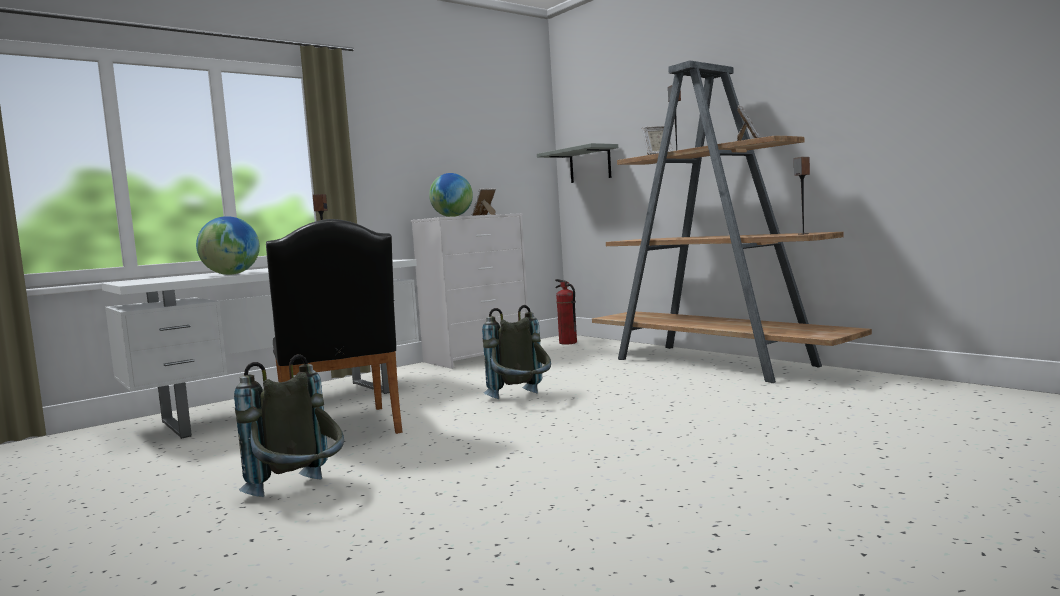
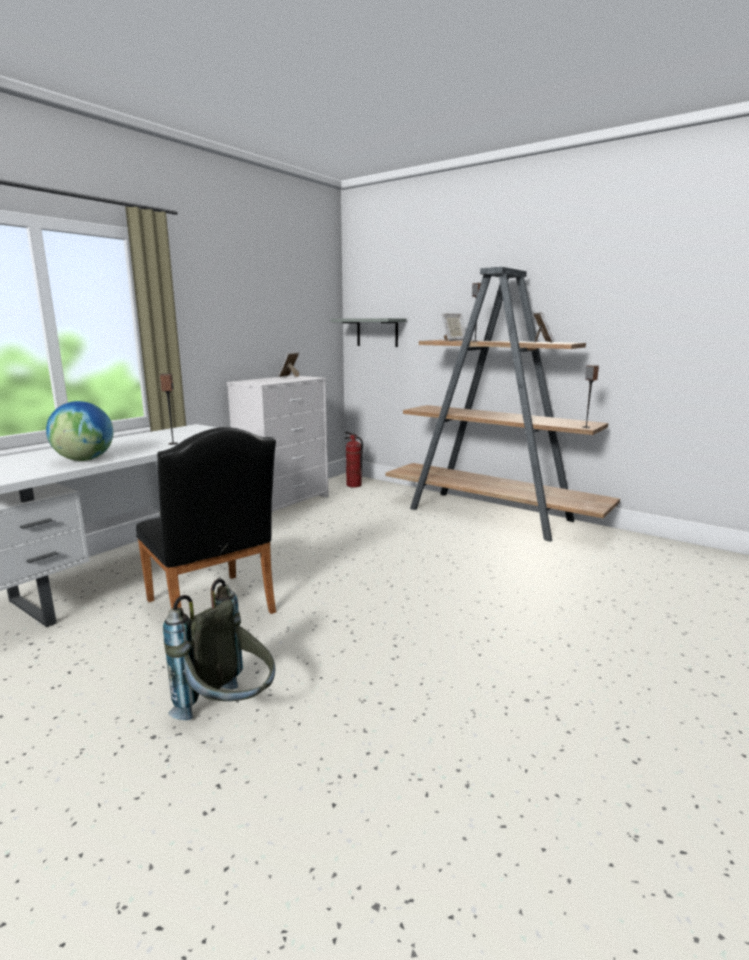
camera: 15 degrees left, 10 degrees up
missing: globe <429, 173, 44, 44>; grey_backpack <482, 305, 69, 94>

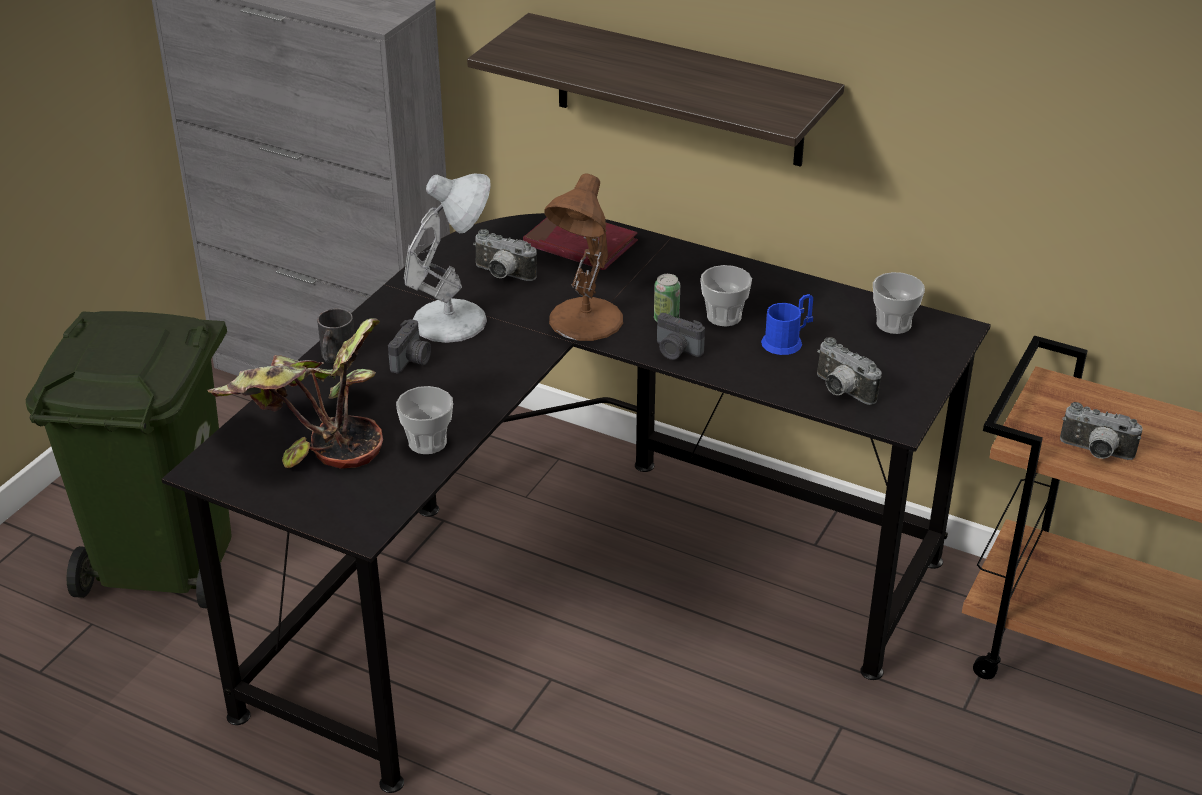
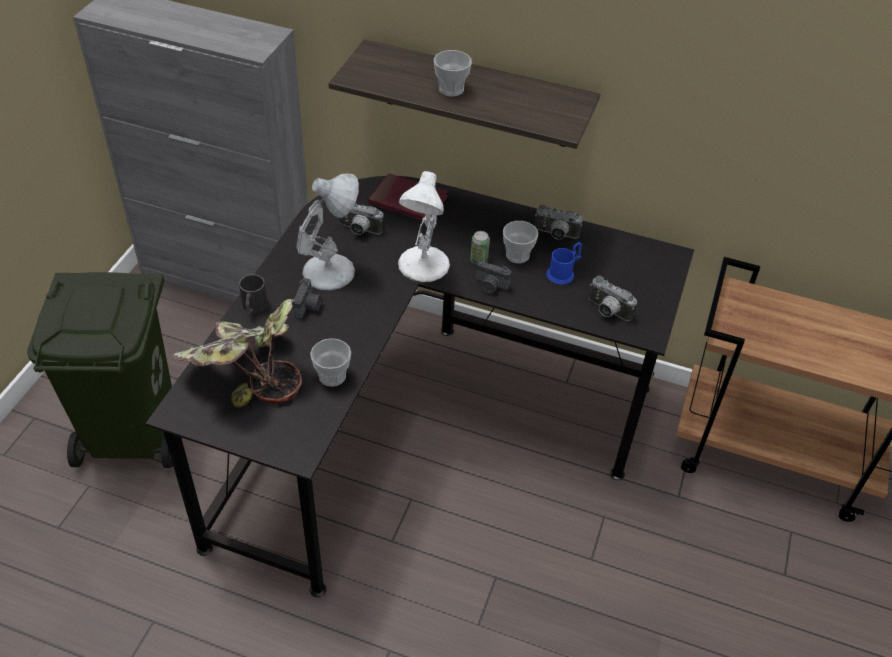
camera: 10 degrees left, 10 degrees up
relocated: cup <873, 272, 52, 62> to <434, 50, 38, 47>; photo_camera <1060, 402, 83, 58> to <534, 204, 49, 36>
colour: brown_table_lamp <544, 173, 79, 168> to white_table_lamp <398, 171, 52, 111>

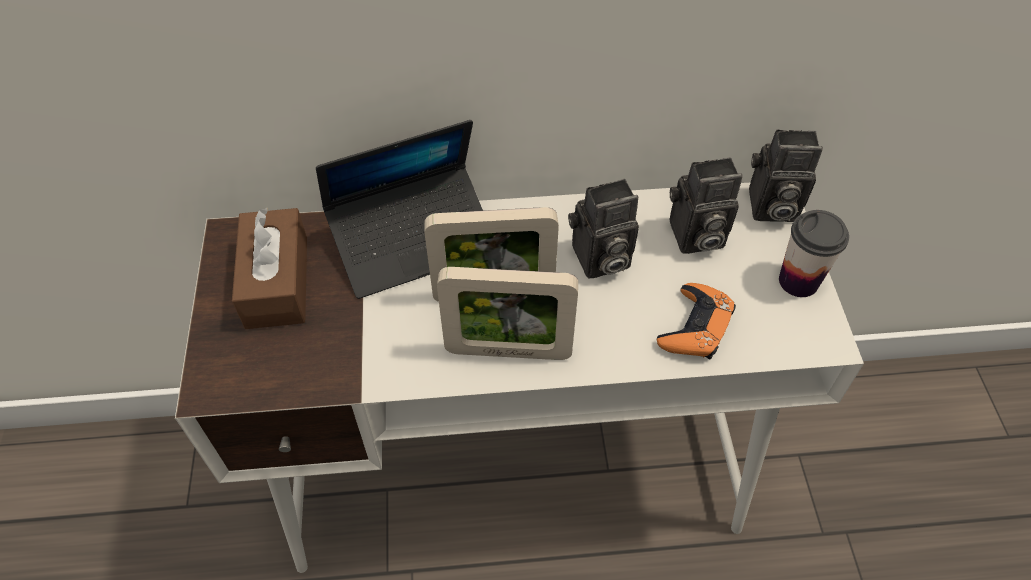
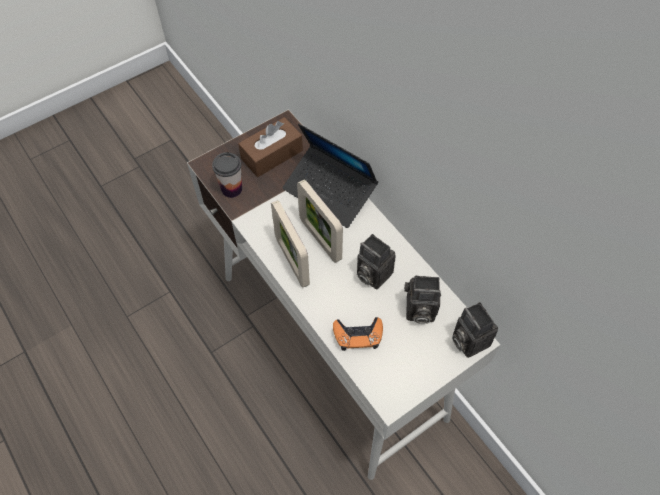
camera: 60 degrees right, 5 degrees up
relocated: cup <779, 210, 70, 87> to <212, 152, 30, 46>
spun: photo_camera <670, 157, 73, 97> = <404, 275, 37, 49> 45 degrees counterclockwise

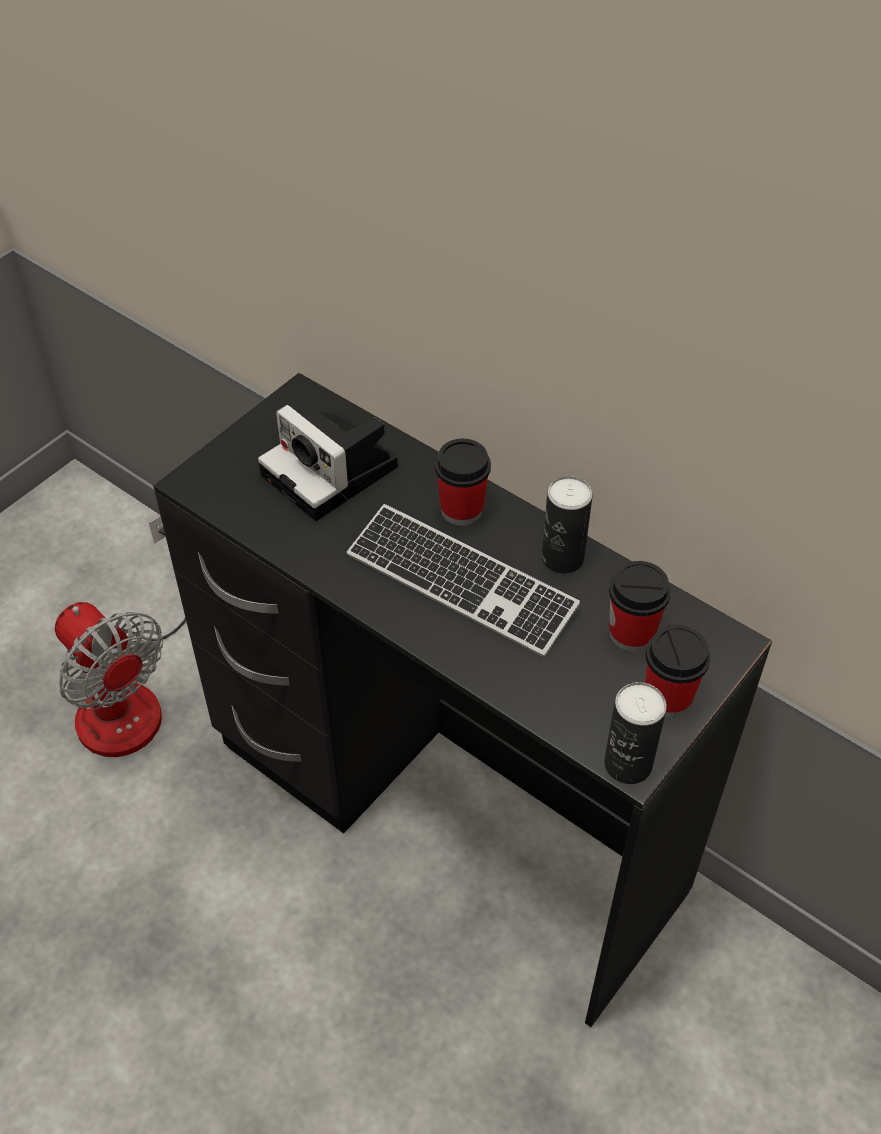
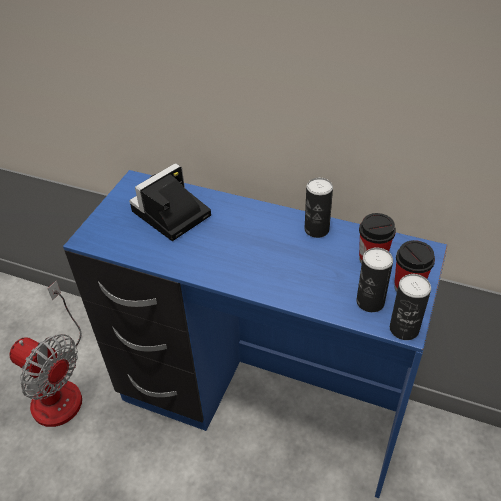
camera: 15 degrees left, 5 degrees down
missing: cup <435, 439, 56, 87>; keyboard <347, 504, 233, 153>
appeared: can <356, 247, 37, 65>
colour: black_desk <154, 373, 618, 654> to blue_desk <63, 170, 385, 328>
spun: photo_camera <258, 405, 140, 116> = <129, 163, 82, 78> 105 degrees clockwise

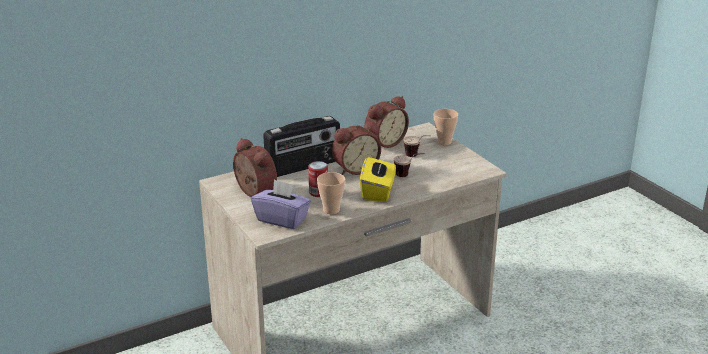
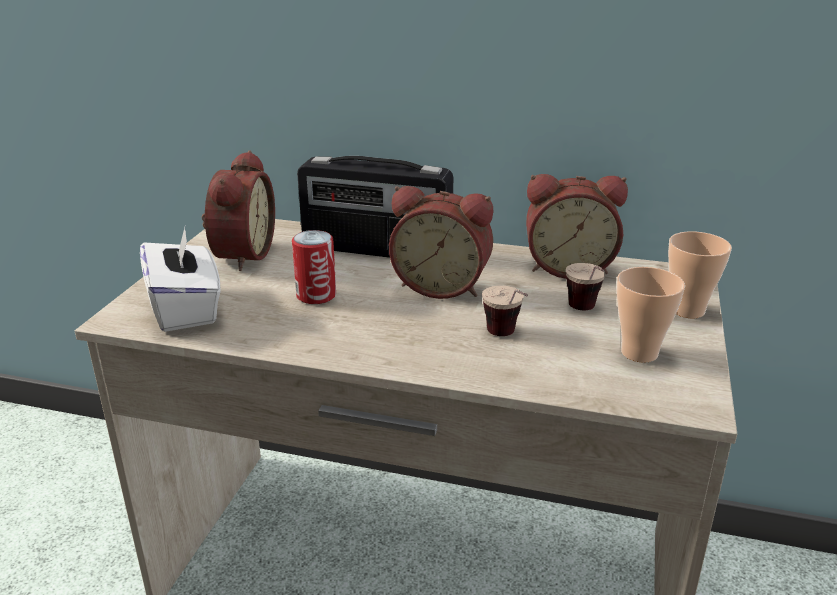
camera: 45 degrees right, 0 degrees up
missing: yellow_tissue_box <360, 154, 36, 48>
relocated: cup <317, 172, 28, 42> to <616, 267, 69, 96>
colour: purple_tissue_box <251, 179, 60, 50> to white_tissue_box <140, 224, 81, 108>

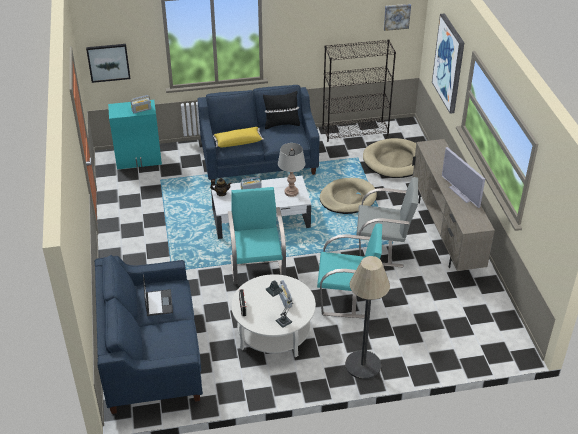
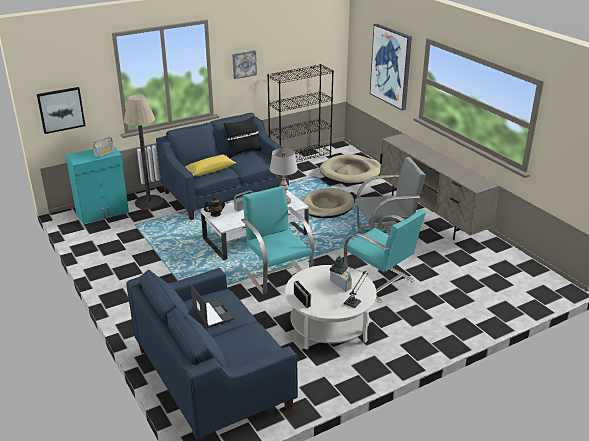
camera: 20 degrees left, 10 degrees down
missing: television <442, 147, 43, 61>
relocated: picture <384, 4, 27, 27> to <232, 50, 25, 29>; floor_lamp <345, 256, 45, 123> to <123, 95, 41, 115>
spun: turquoise_armchair <317, 223, 65, 95> = <344, 210, 82, 93> 60 degrees clockwise

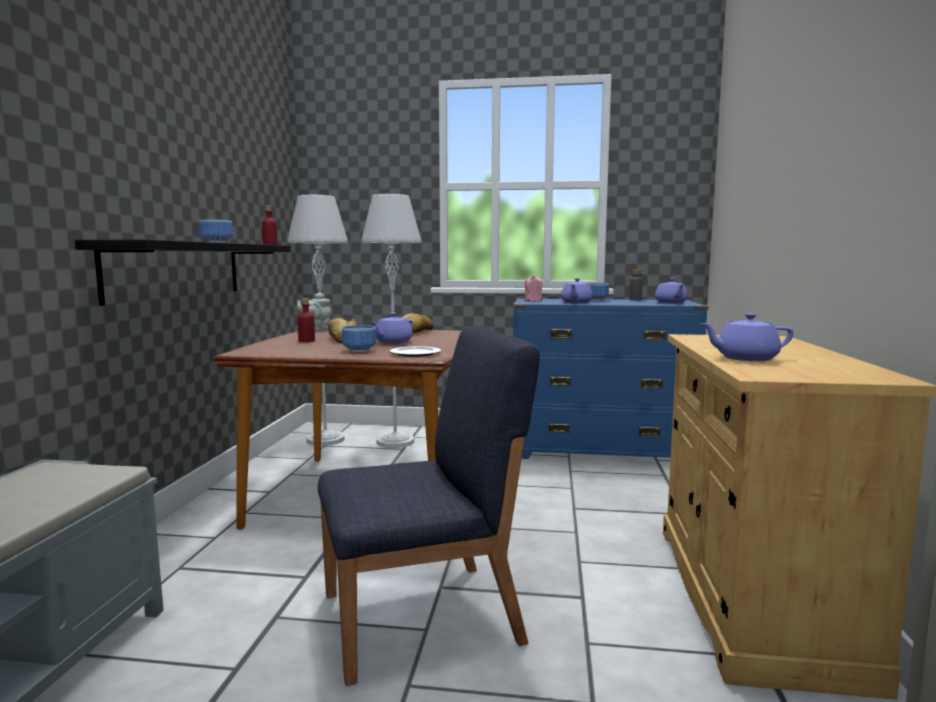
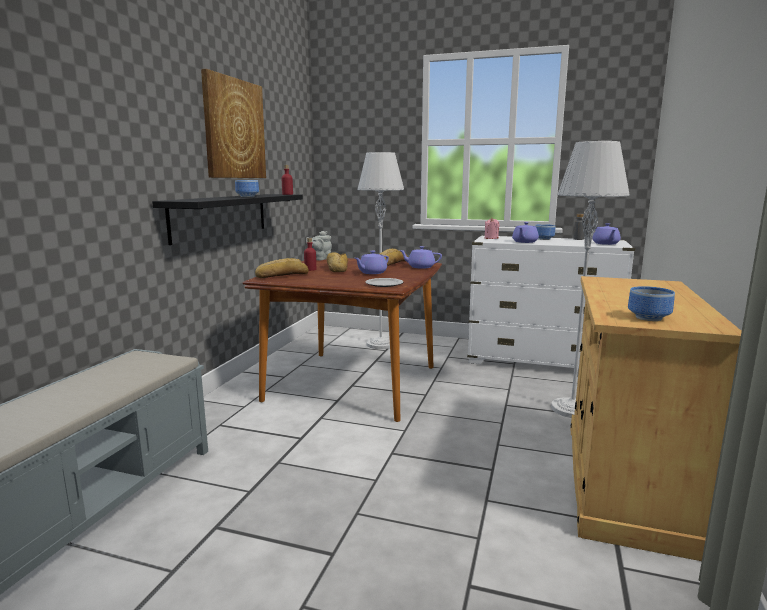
camera: 10 degrees right, 5 degrees up
missing: blue_chair <318, 327, 222, 359>
appeared: picture <201, 69, 65, 109>; bread <255, 258, 54, 20>
relocated: grey_floor_lamp <287, 195, 61, 251> to <551, 141, 79, 277>; purple_teapot <700, 313, 94, 48> to <399, 246, 43, 23>; bowl <342, 325, 35, 27> to <628, 286, 47, 35>
colour: blue_dresser <513, 298, 195, 161> to white_dresser <467, 235, 168, 134>

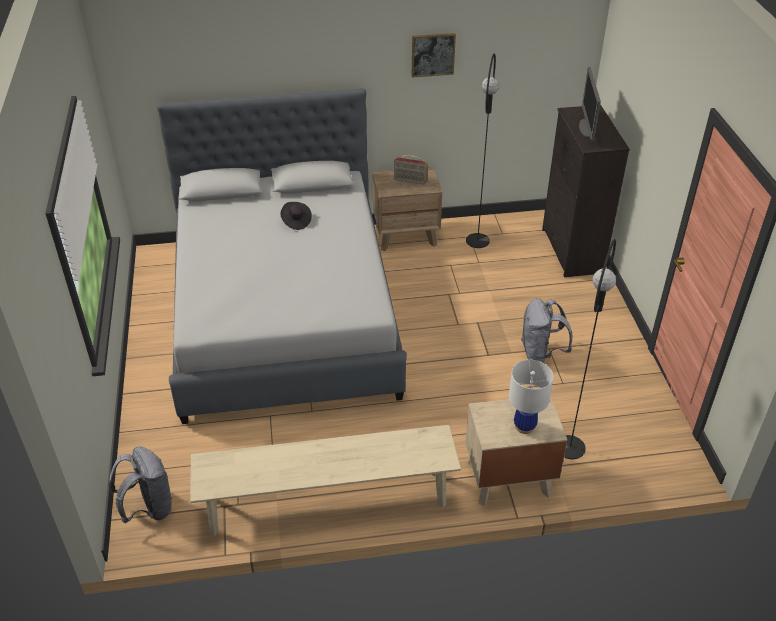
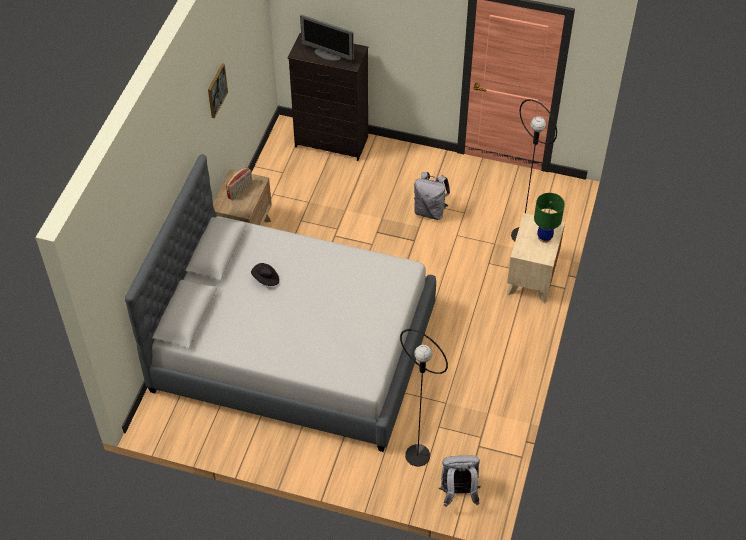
camera: 65 degrees left, 10 degrees up
missing: beige_bench <190, 425, 271, 111>
relocated: black_floor_lamp <466, 54, 33, 194> to <400, 329, 48, 138>
colour: white_table_lamp <509, 360, 45, 74> to green_table_lamp <534, 193, 31, 50>

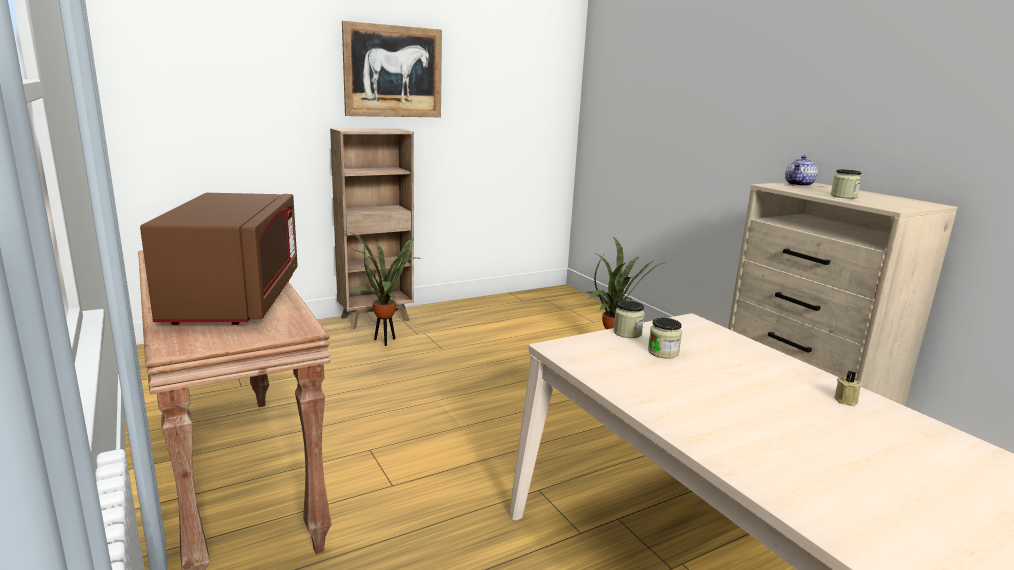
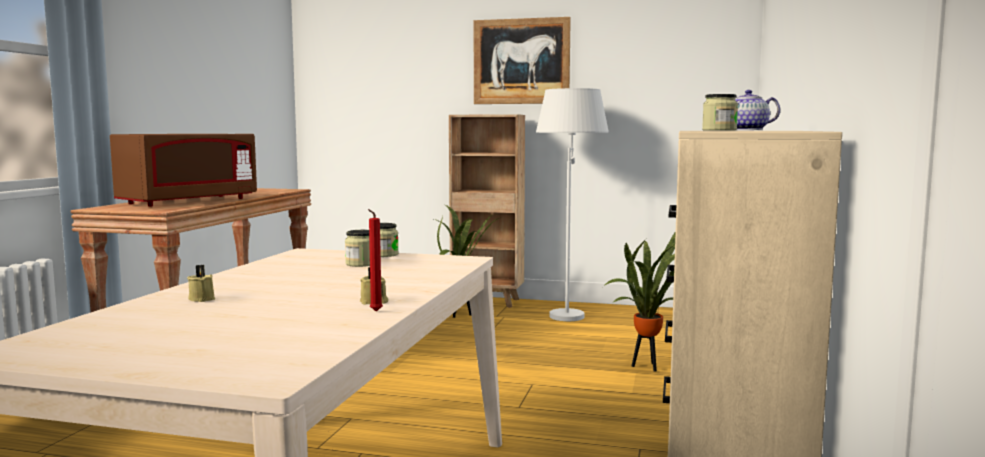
camera: 45 degrees right, 10 degrees down
appeared: white_floor_lamp <536, 88, 73, 233>; red_candle <368, 209, 15, 103>; beige_candle <187, 265, 28, 37>

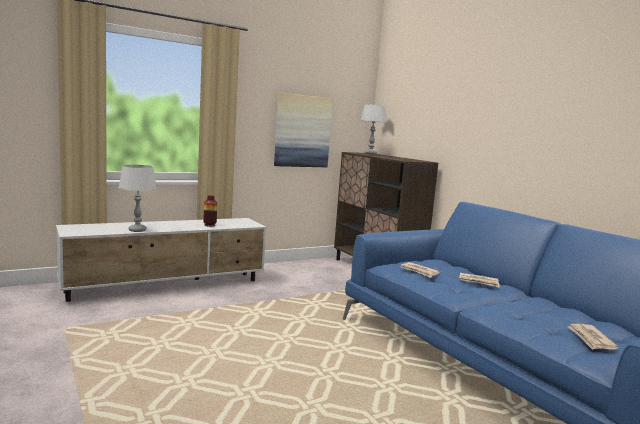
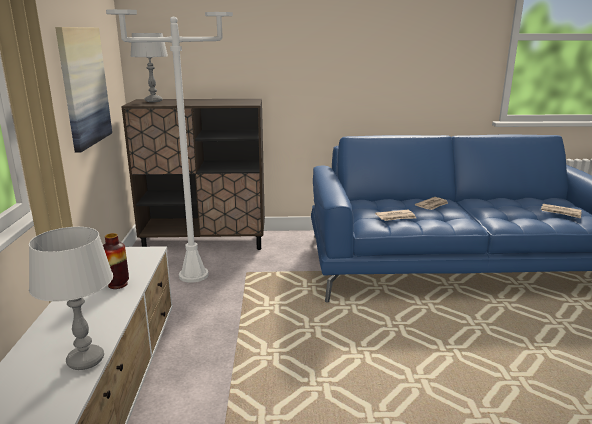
camera: 60 degrees left, 10 degrees up
appeared: white_floor_lamp <106, 9, 127, 274>

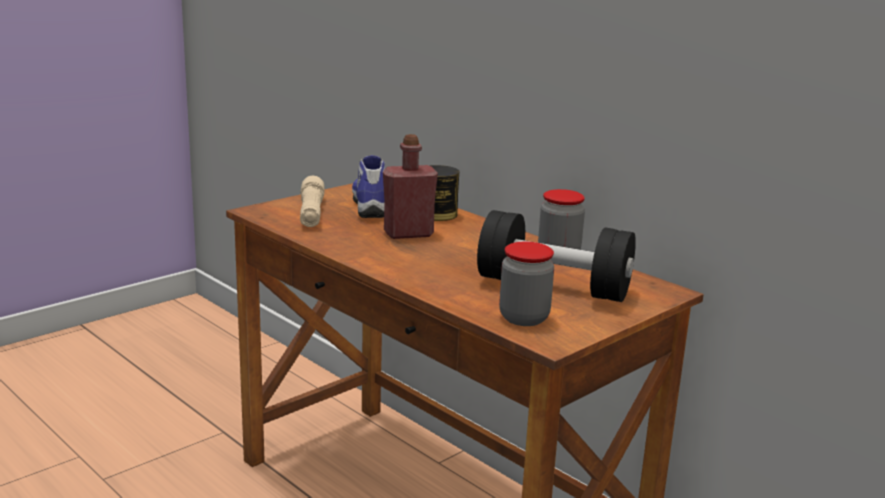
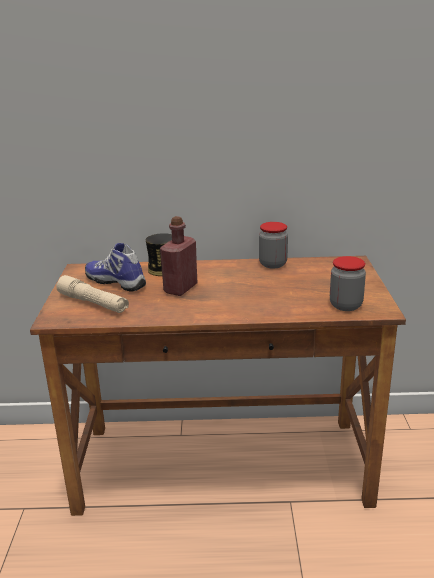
camera: 45 degrees left, 5 degrees up
missing: black_dumbbell <477, 210, 159, 92>

